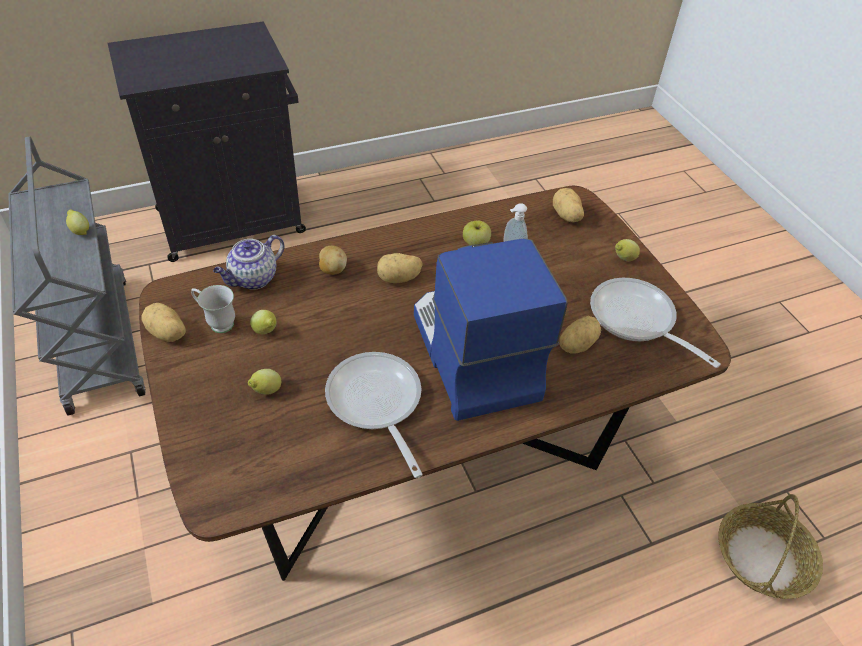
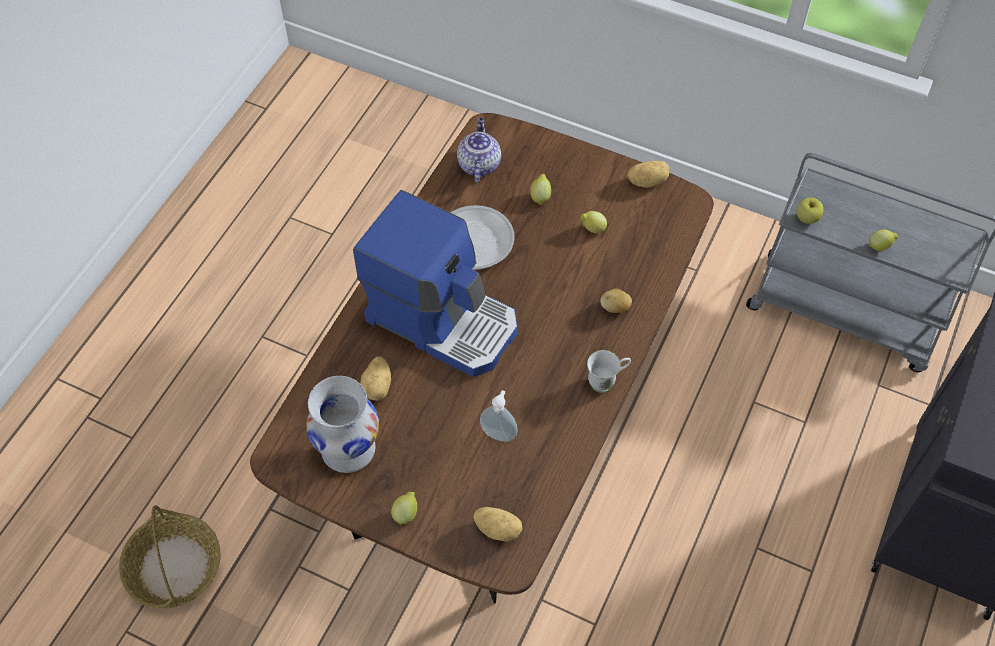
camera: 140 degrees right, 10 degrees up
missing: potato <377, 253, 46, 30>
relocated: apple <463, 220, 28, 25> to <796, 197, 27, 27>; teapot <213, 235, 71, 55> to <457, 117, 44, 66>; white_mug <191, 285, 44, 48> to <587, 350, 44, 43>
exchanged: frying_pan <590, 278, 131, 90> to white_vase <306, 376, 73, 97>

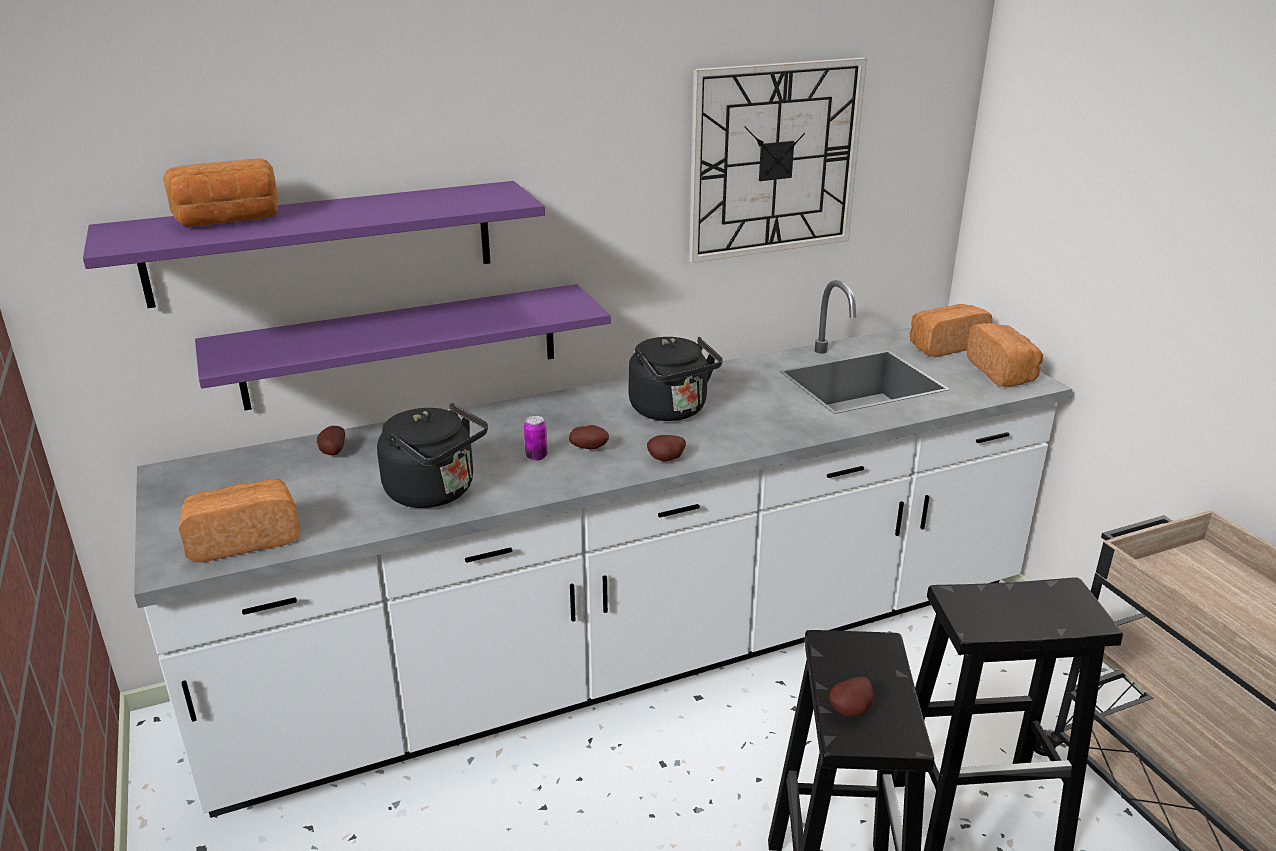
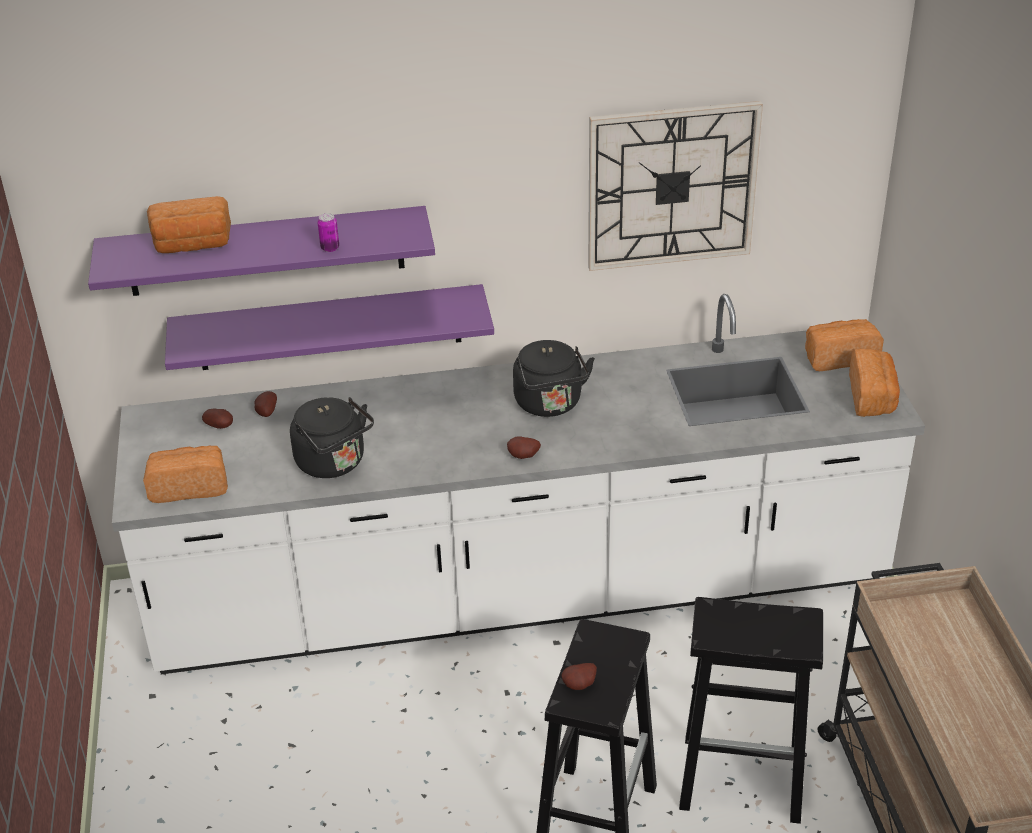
camera: 15 degrees right, 10 degrees up
relocated: can <524, 416, 23, 45> to <318, 213, 21, 39>; potato <569, 425, 40, 24> to <202, 408, 31, 21>

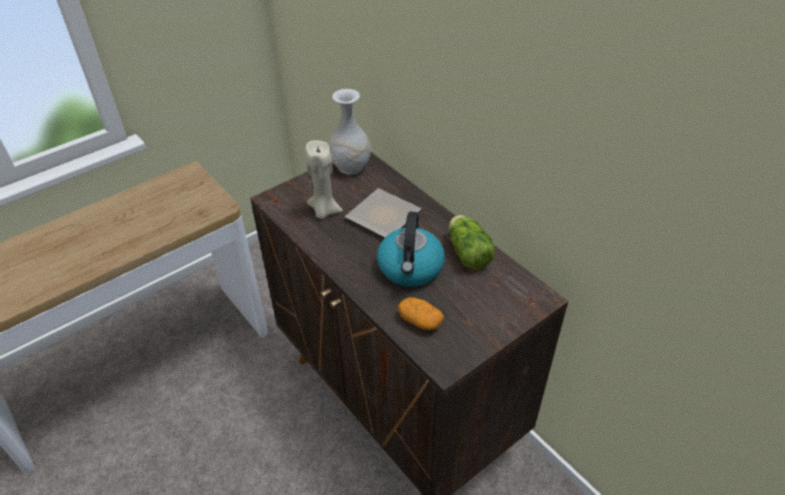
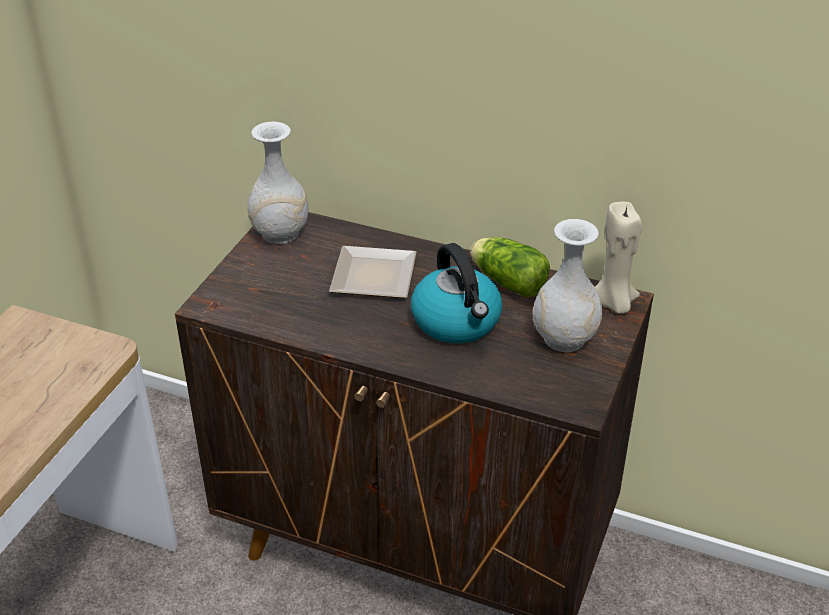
camera: 30 degrees left, 5 degrees down
missing: potato <398, 297, 46, 33>
appeared: white_vase <533, 219, 69, 133>
relocated: beige_candle <305, 140, 38, 79> to <595, 202, 47, 111>

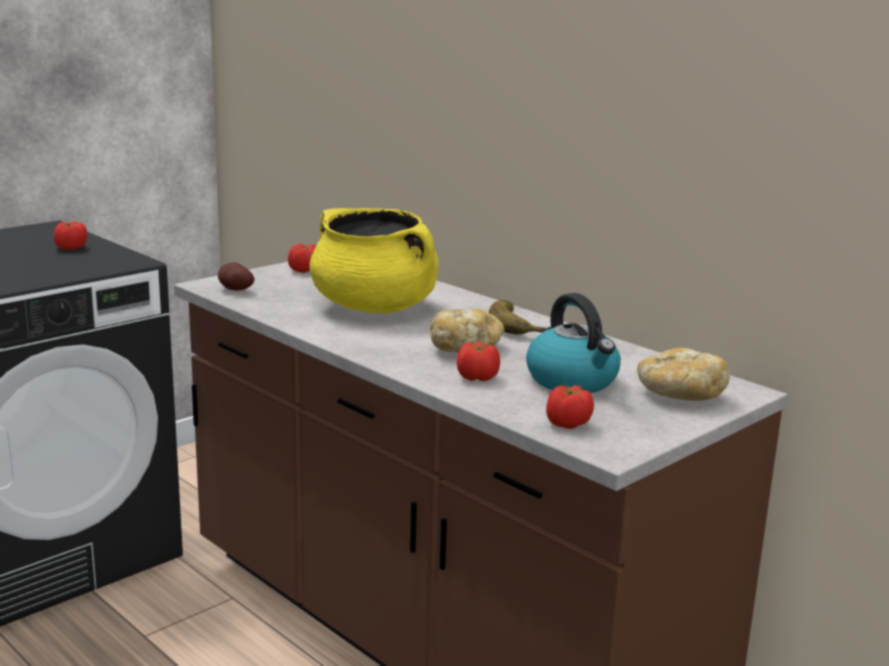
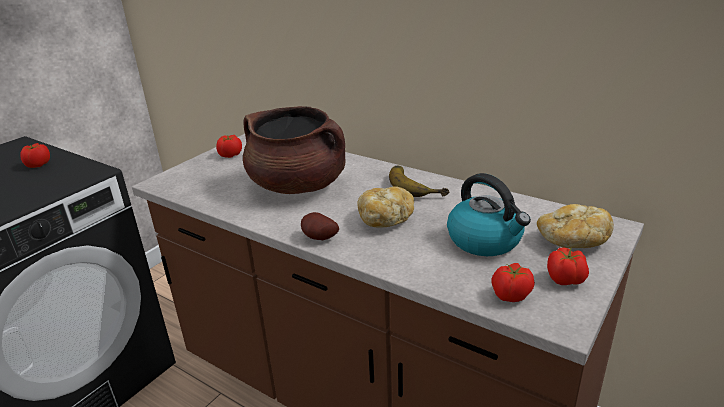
camera: 10 degrees left, 10 degrees up
relocated: potato <218, 262, 37, 28> to <301, 212, 38, 28>; tomato <457, 341, 43, 40> to <547, 248, 42, 37>
colour: yellow_cooking_pot <309, 208, 130, 106> to brown_cooking_pot <243, 106, 103, 88>

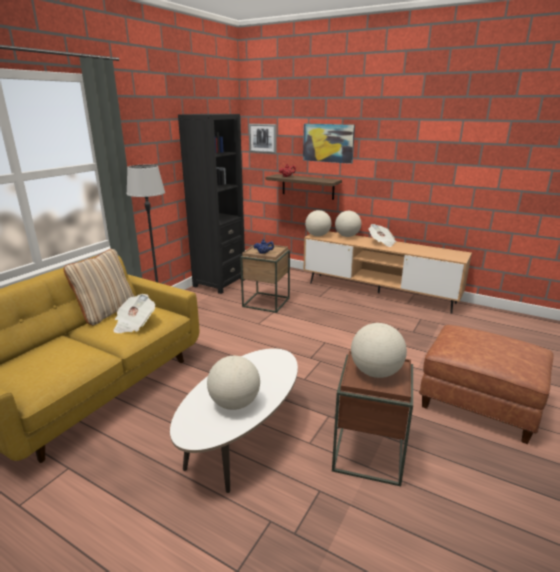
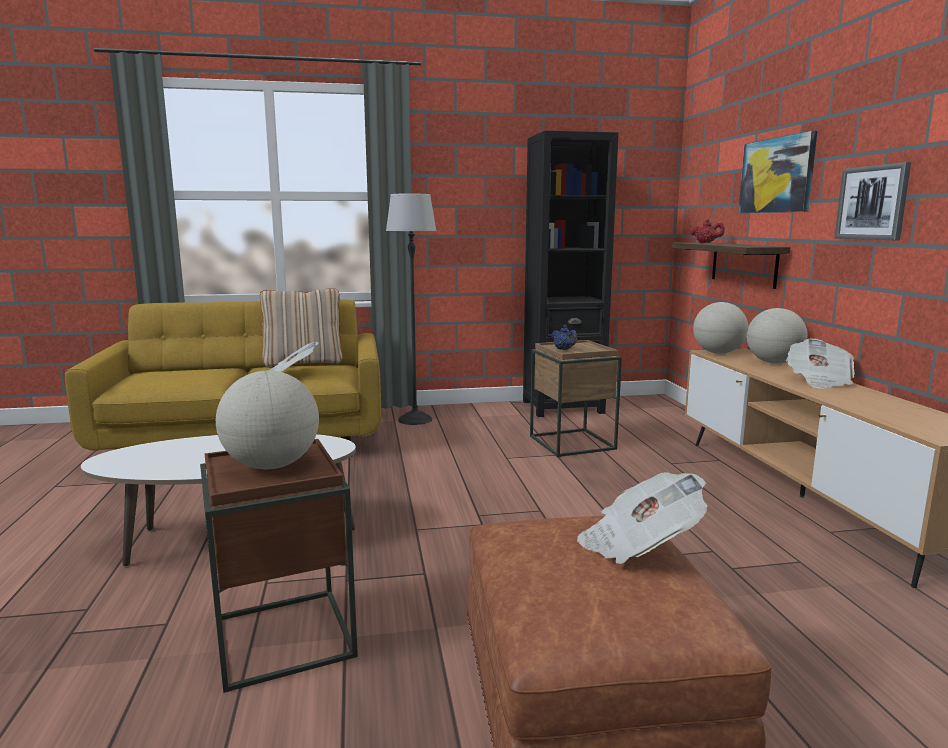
camera: 50 degrees right, 10 degrees down
missing: globe <207, 356, 53, 54>
appeared: newspaper <577, 472, 130, 92>
relocated: picture <249, 124, 28, 29> to <835, 162, 76, 78>

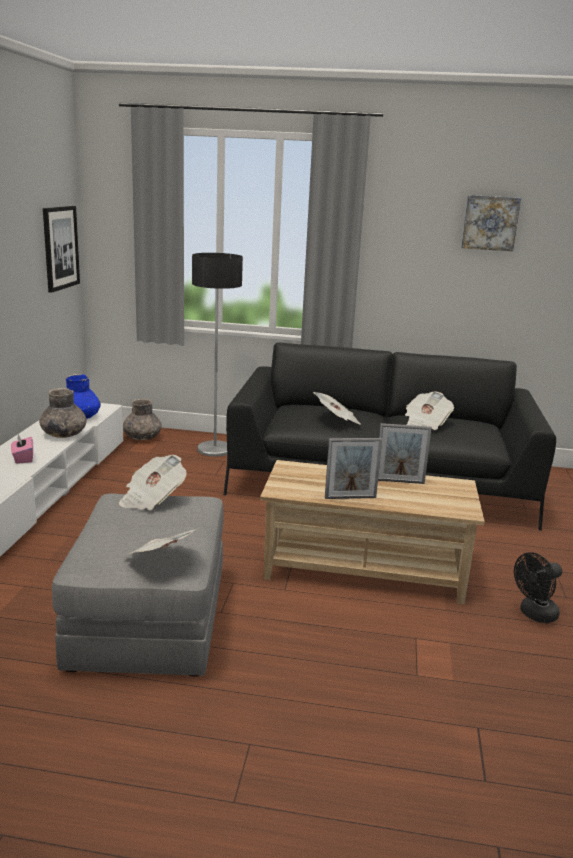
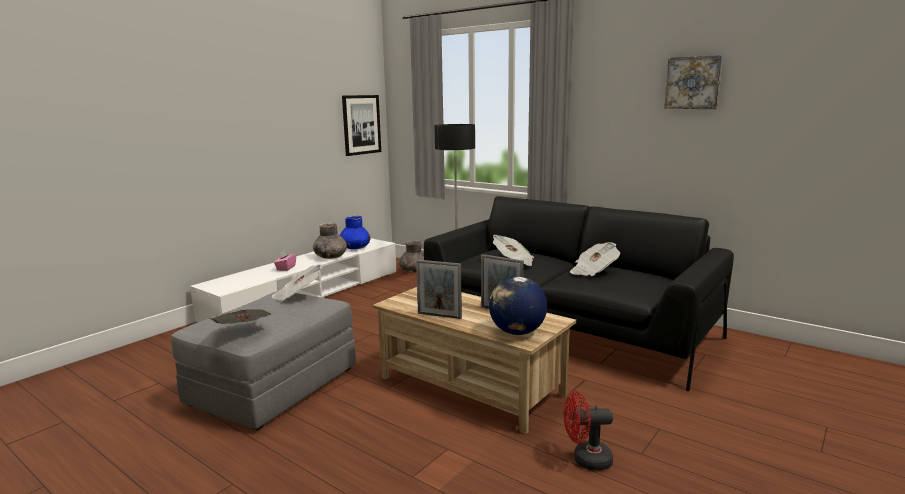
camera: 30 degrees right, 5 degrees down
appeared: globe <489, 277, 58, 58>
colour: black_fan <514, 553, 48, 70> to red_fan <564, 391, 49, 80>

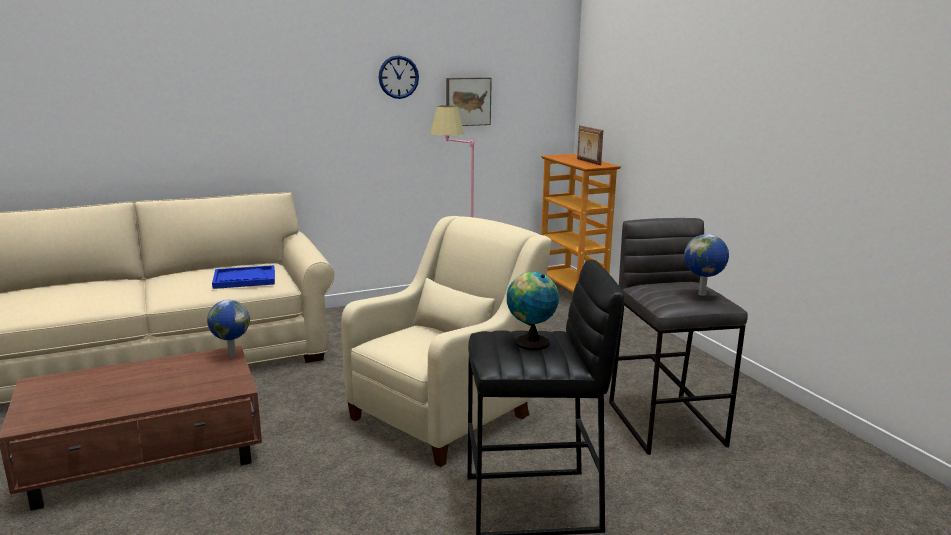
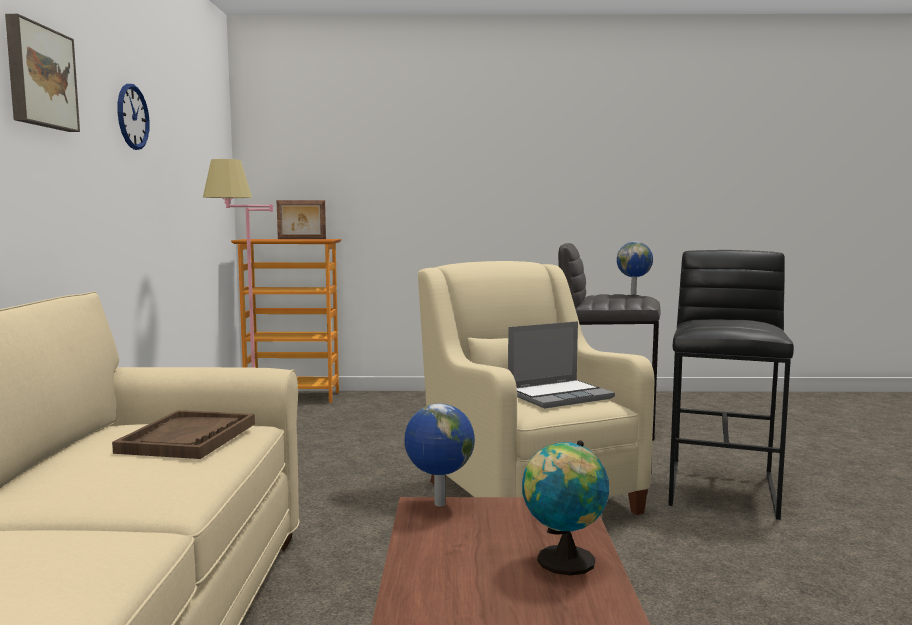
camera: 65 degrees left, 10 degrees down
appeared: laptop <508, 321, 107, 87>
relocated: picture <446, 77, 46, 49> to <5, 14, 75, 118>; globe <507, 272, 52, 78> to <522, 440, 87, 135>
colour: blue_tray <212, 265, 63, 24> to brown_tray <112, 410, 143, 49>

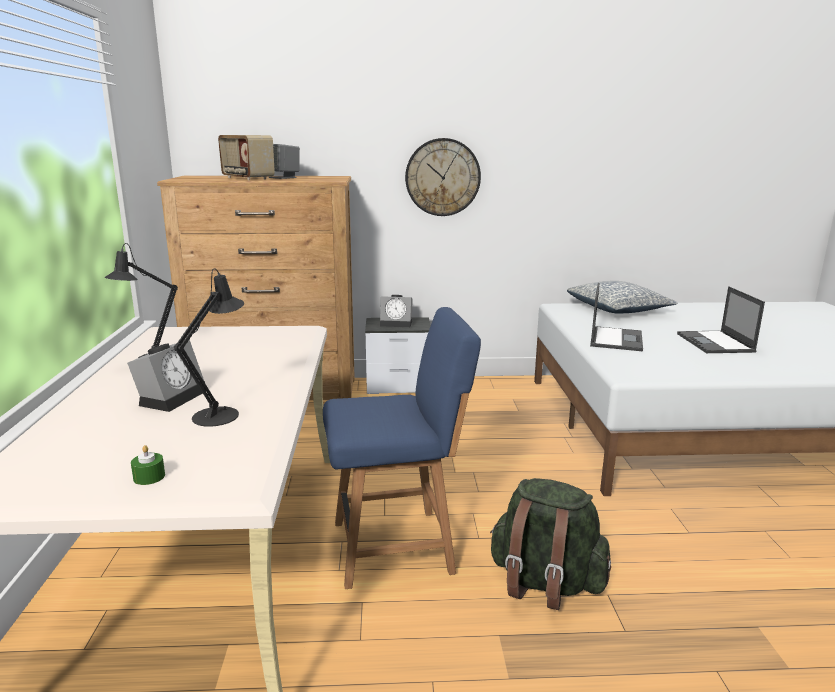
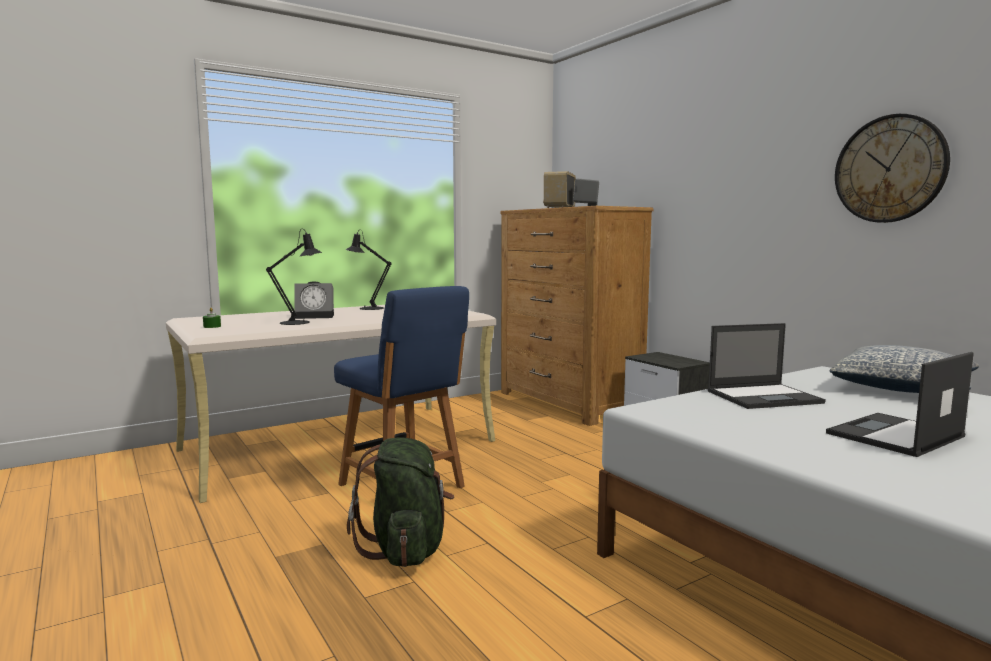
camera: 60 degrees right, 10 degrees down
missing: alarm_clock <380, 295, 33, 32>
relocated: wall_clock <405, 138, 76, 78> to <835, 114, 115, 109>

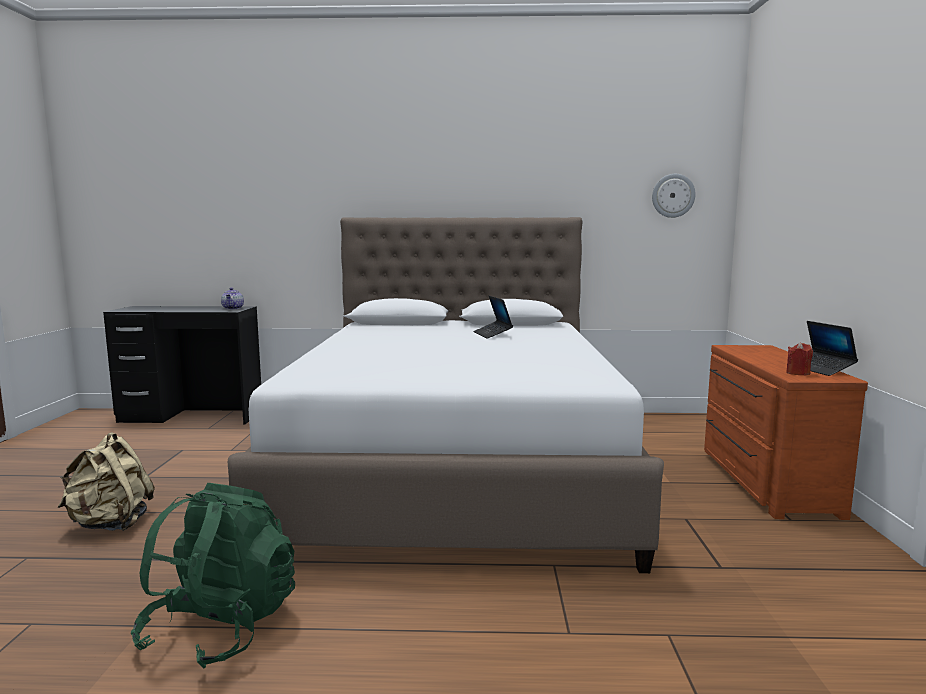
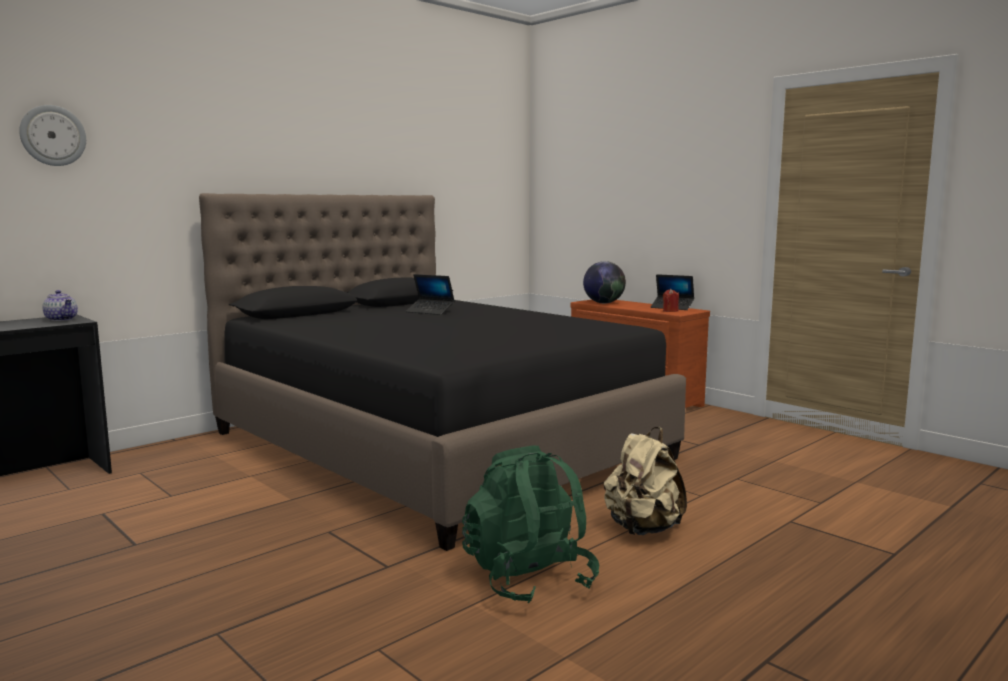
camera: 45 degrees left, 0 degrees up
appeared: globe <583, 261, 43, 42>
relocated: wall_clock <652, 174, 43, 44> to <19, 105, 67, 61>; beige_backpack <58, 432, 97, 99> to <604, 427, 83, 108>
colour: white_bed <228, 217, 436, 356> to black_bed <199, 193, 487, 358>

